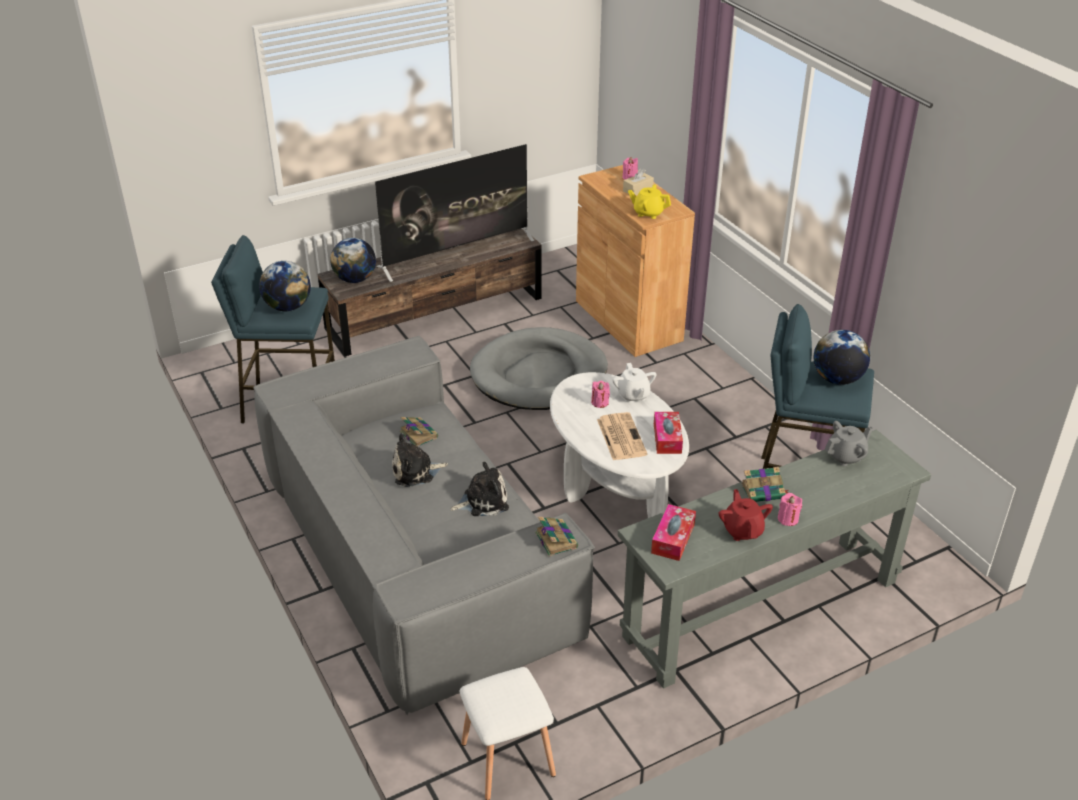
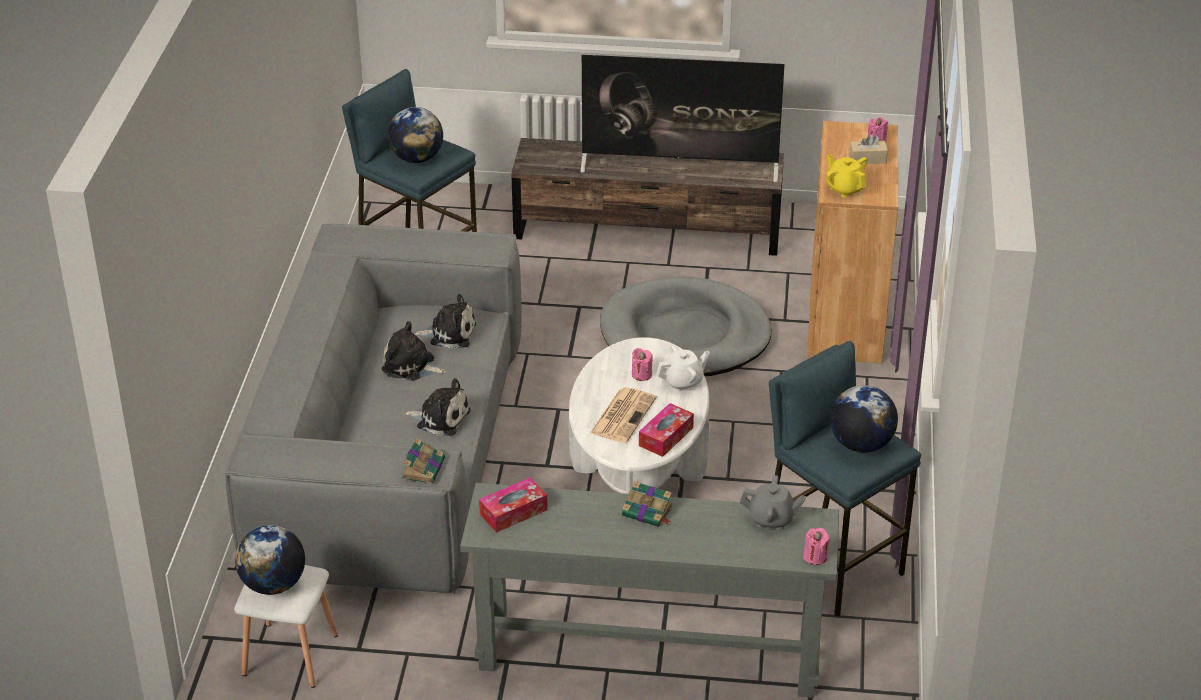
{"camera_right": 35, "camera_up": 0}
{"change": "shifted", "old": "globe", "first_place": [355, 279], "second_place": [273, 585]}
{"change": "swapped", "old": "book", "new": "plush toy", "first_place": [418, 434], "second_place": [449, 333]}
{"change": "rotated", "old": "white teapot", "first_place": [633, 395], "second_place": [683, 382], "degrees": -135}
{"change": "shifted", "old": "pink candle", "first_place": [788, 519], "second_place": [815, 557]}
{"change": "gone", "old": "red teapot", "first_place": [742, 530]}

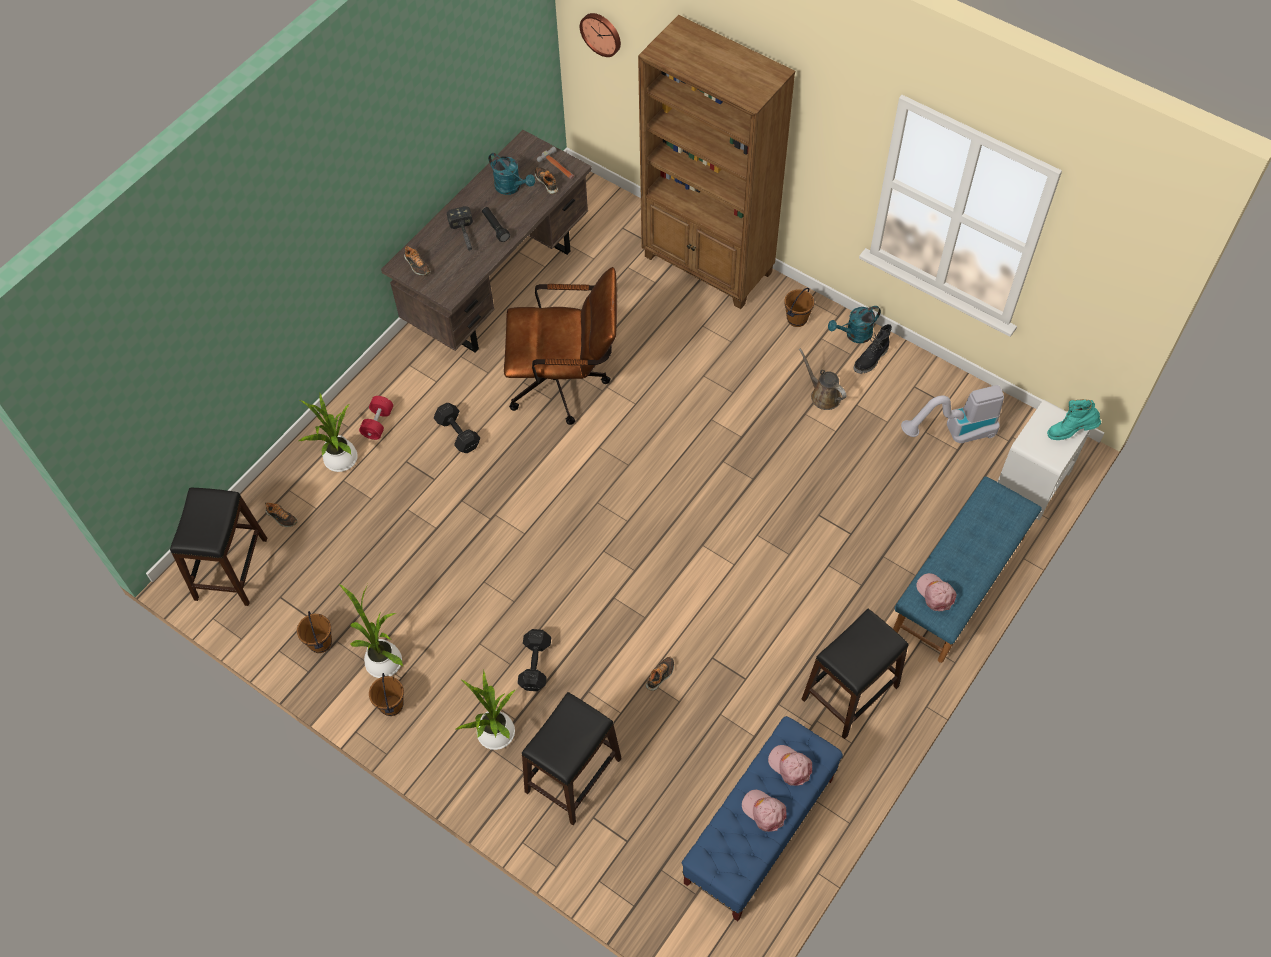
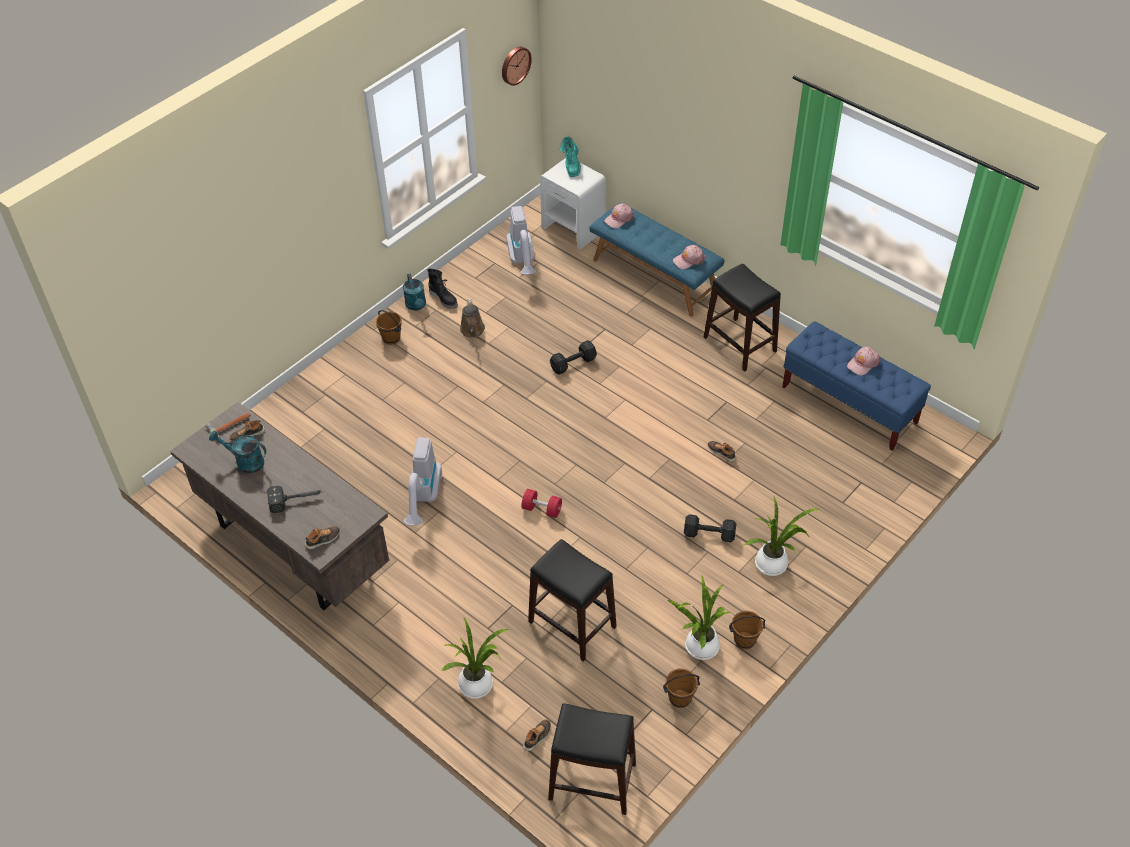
{"camera_right": -85, "camera_up": -10}
{"change": "rotated", "old": "turquoise watering can", "first_place": [511, 187], "second_place": [245, 462], "degrees": -120}
{"change": "swapped", "old": "brown office chair", "new": "vacuum cleaner", "first_place": [566, 383], "second_place": [423, 499]}
{"change": "rotated", "old": "brown watering can", "first_place": [823, 395], "second_place": [472, 330], "degrees": -60}
{"change": "shifted", "old": "wall clock", "first_place": [601, 33], "second_place": [514, 65]}
{"change": "shifted", "old": "red dumbbell", "first_place": [378, 423], "second_place": [542, 509]}
{"change": "shifted", "old": "black stool", "first_place": [572, 775], "second_place": [572, 625]}
{"change": "shifted", "old": "black dumbbell", "first_place": [458, 435], "second_place": [574, 363]}
{"change": "shifted", "old": "pink cap", "first_place": [790, 766], "second_place": [619, 219]}
{"change": "gone", "old": "black flashlight", "first_place": [495, 227]}
{"change": "gone", "old": "brown bookcase", "first_place": [708, 265]}

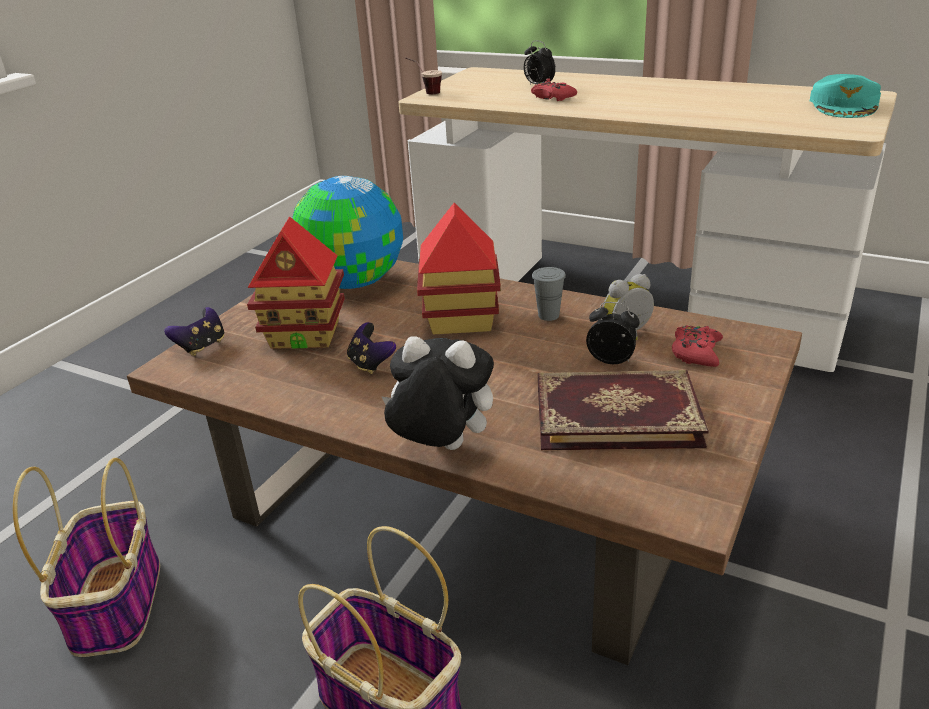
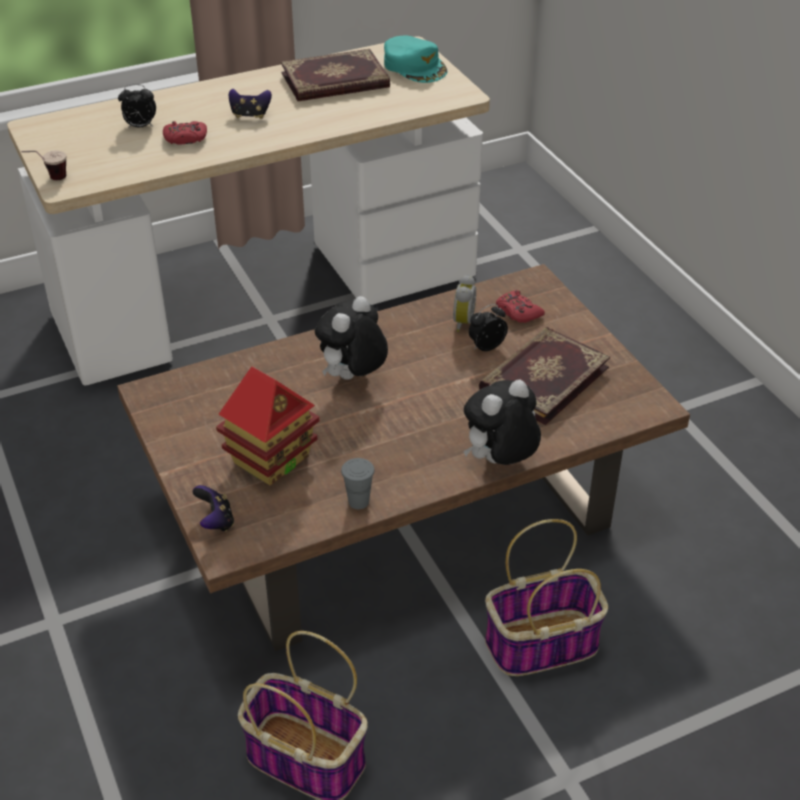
{"camera_right": -55, "camera_up": 10}
{"change": "shifted", "old": "game controller", "first_place": [370, 364], "second_place": [250, 115]}
{"change": "new", "new": "book", "second_place": [335, 81]}
{"change": "swapped", "old": "toy house", "new": "plush toy", "first_place": [461, 320], "second_place": [352, 378]}
{"change": "shifted", "old": "grey cup", "first_place": [548, 315], "second_place": [358, 502]}
{"change": "gone", "old": "globe", "first_place": [353, 282]}

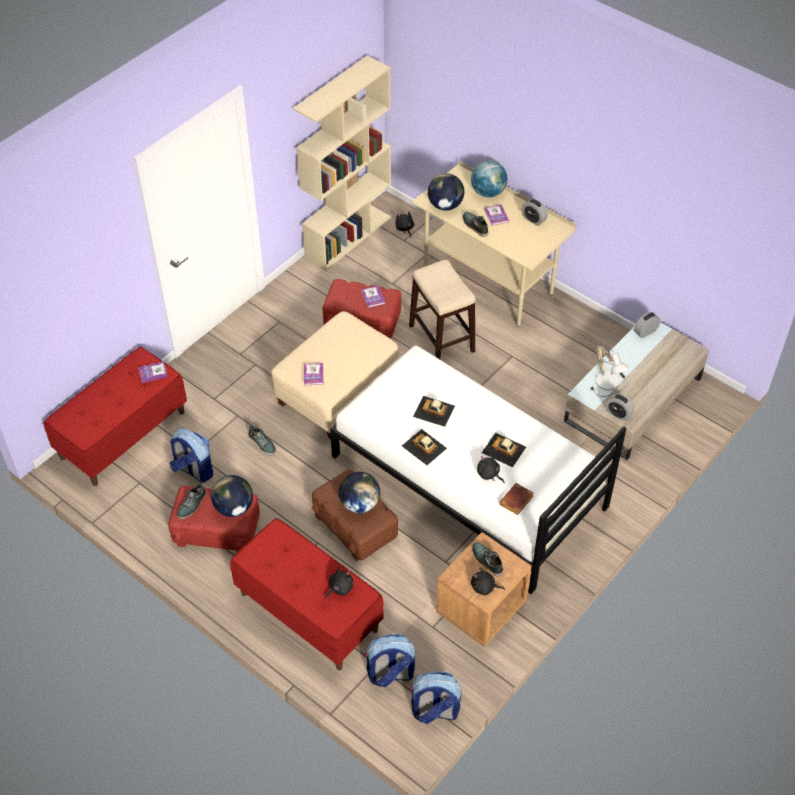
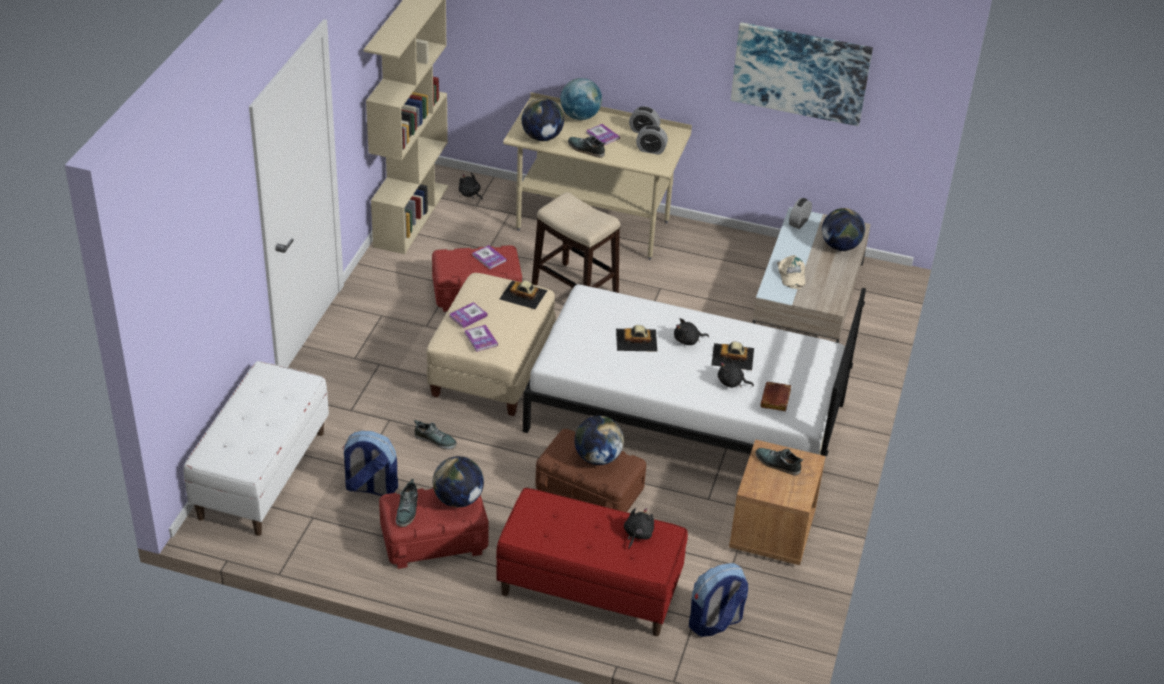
{"camera_right": -25, "camera_up": -10}
{"change": "repainted", "old": "red bench", "new": "white bench", "first_place": [123, 434], "second_place": [262, 474]}
{"change": "shifted", "old": "book", "first_place": [153, 373], "second_place": [468, 316]}
{"change": "shifted", "old": "toy car", "first_place": [424, 447], "second_place": [523, 295]}
{"change": "shifted", "old": "alarm clock", "first_place": [618, 413], "second_place": [651, 150]}
{"change": "shifted", "old": "black plush toy", "first_place": [484, 587], "second_place": [688, 340]}
{"change": "new", "new": "picture", "second_place": [800, 73]}
{"change": "swapped", "old": "table lamp", "new": "beige cap", "first_place": [609, 381], "second_place": [791, 275]}
{"change": "new", "new": "globe", "second_place": [840, 246]}
{"change": "gone", "old": "backpack", "first_place": [434, 711]}

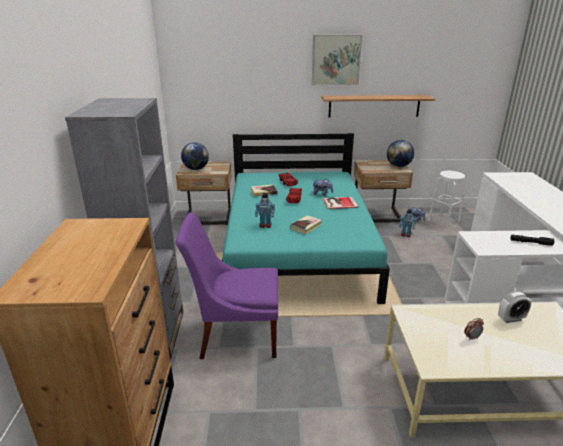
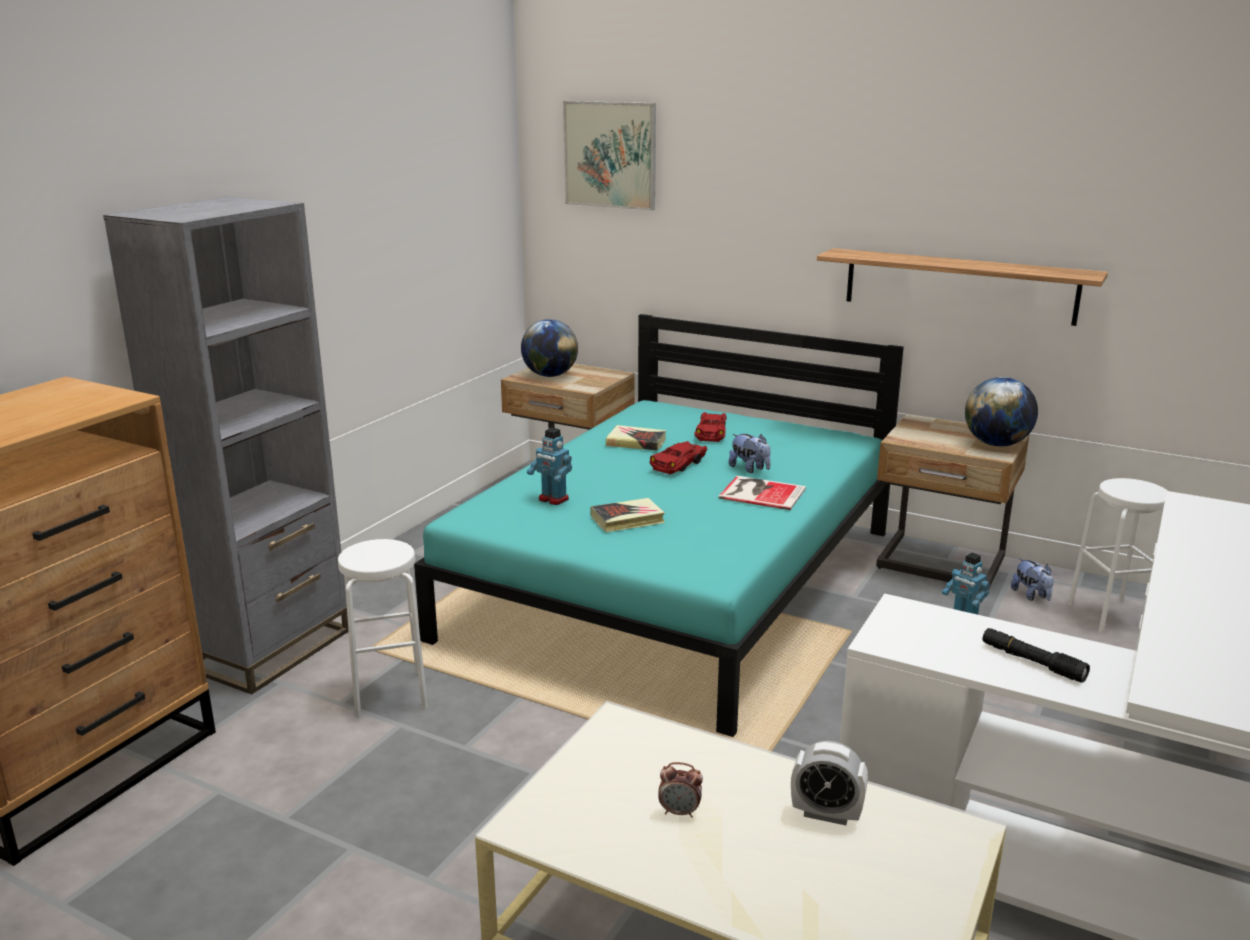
{"camera_right": 30, "camera_up": -5}
{"change": "swapped", "old": "purple chair", "new": "white stool", "first_place": [235, 335], "second_place": [389, 694]}
{"change": "shifted", "old": "picture", "first_place": [336, 60], "second_place": [610, 155]}

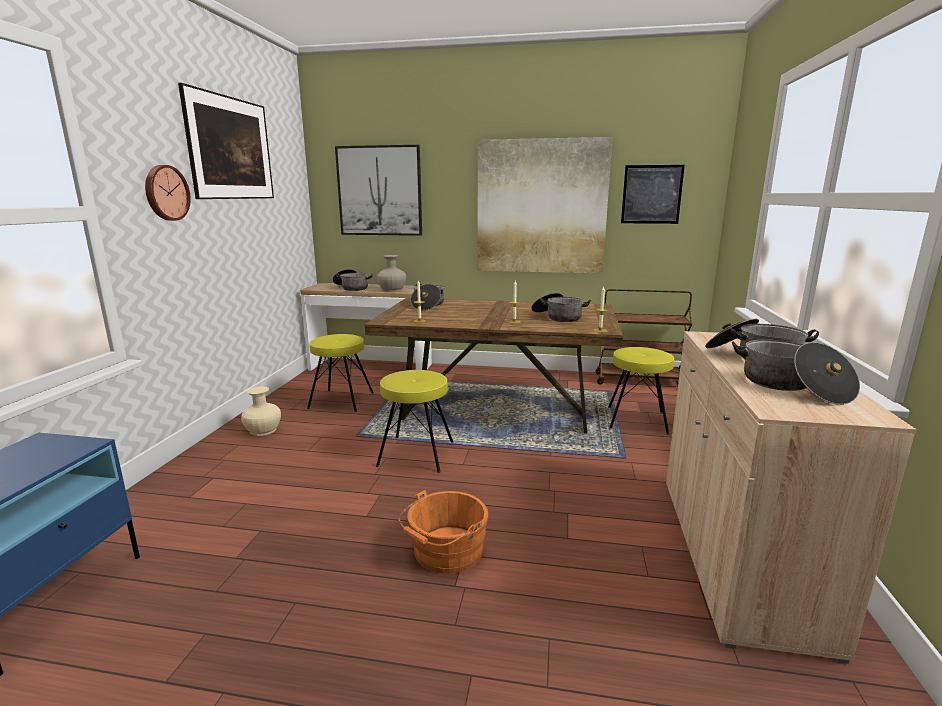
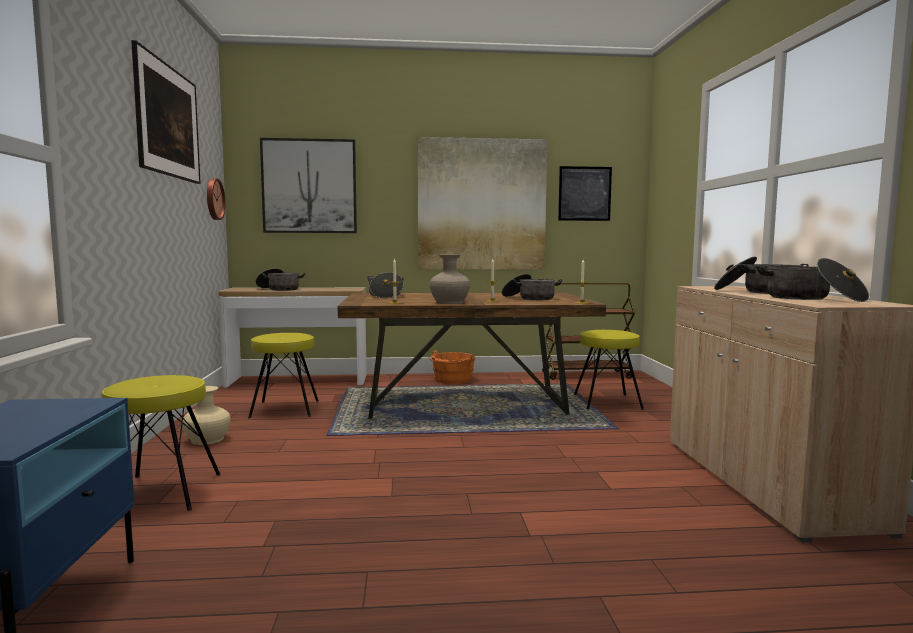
{"camera_right": -15, "camera_up": -10}
{"change": "shifted", "old": "yellow stool", "first_place": [416, 454], "second_place": [160, 492]}
{"change": "shifted", "old": "wall clock", "first_place": [165, 193], "second_place": [213, 199]}
{"change": "shifted", "old": "orange bucket", "first_place": [445, 552], "second_place": [452, 380]}
{"change": "shifted", "old": "beige vase", "first_place": [392, 290], "second_place": [449, 302]}

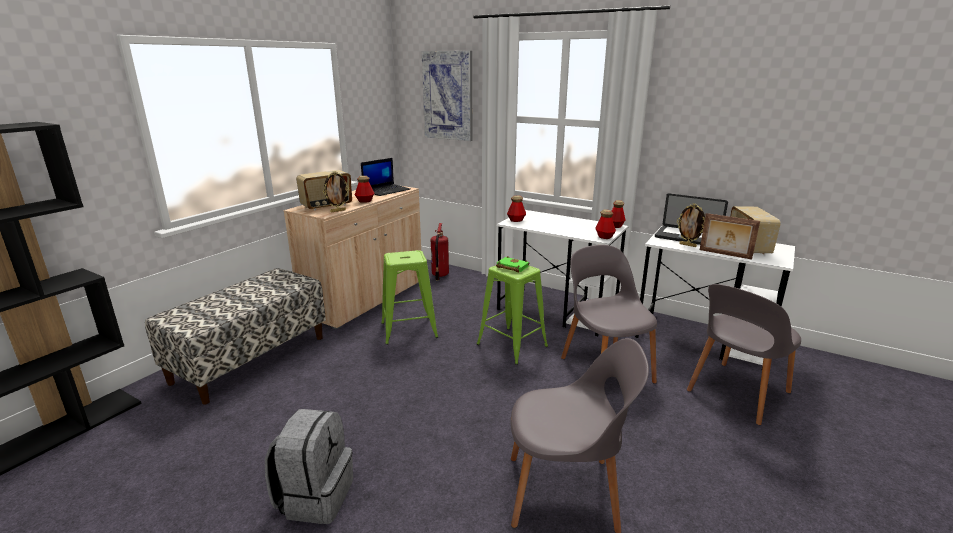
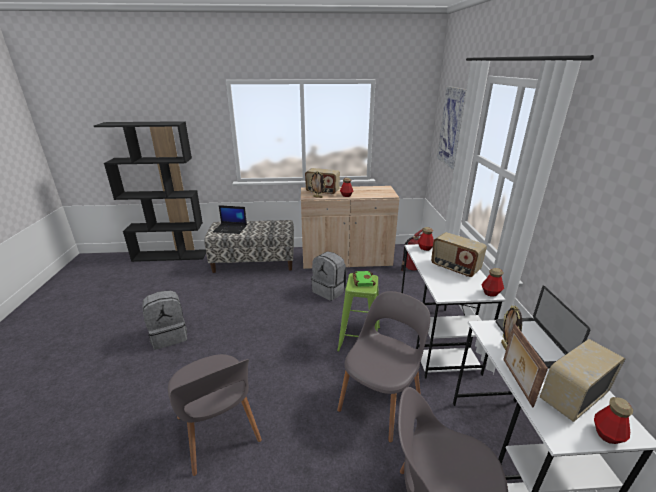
{"camera_right": 55, "camera_up": 5}
{"change": "shifted", "old": "laptop", "first_place": [386, 190], "second_place": [231, 229]}
{"change": "swapped", "old": "green stool", "new": "grey backpack", "first_place": [408, 330], "second_place": [329, 291]}
{"change": "new", "new": "radio", "second_place": [454, 268]}
{"change": "shifted", "old": "bottle", "first_place": [604, 237], "second_place": [607, 434]}

